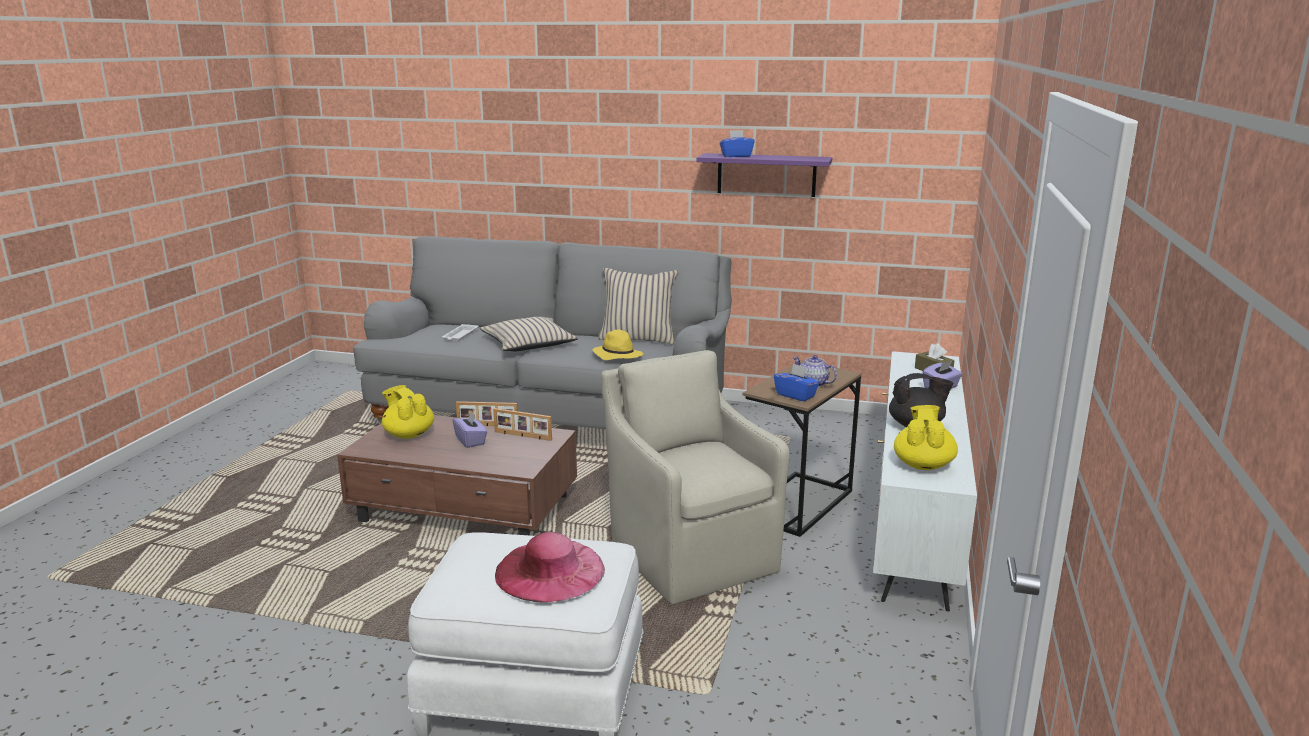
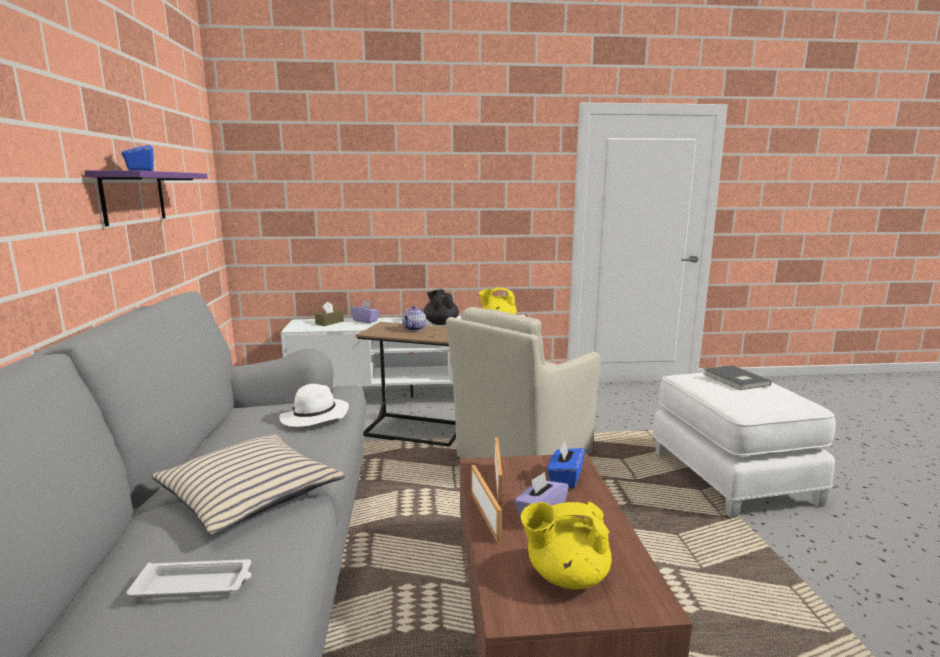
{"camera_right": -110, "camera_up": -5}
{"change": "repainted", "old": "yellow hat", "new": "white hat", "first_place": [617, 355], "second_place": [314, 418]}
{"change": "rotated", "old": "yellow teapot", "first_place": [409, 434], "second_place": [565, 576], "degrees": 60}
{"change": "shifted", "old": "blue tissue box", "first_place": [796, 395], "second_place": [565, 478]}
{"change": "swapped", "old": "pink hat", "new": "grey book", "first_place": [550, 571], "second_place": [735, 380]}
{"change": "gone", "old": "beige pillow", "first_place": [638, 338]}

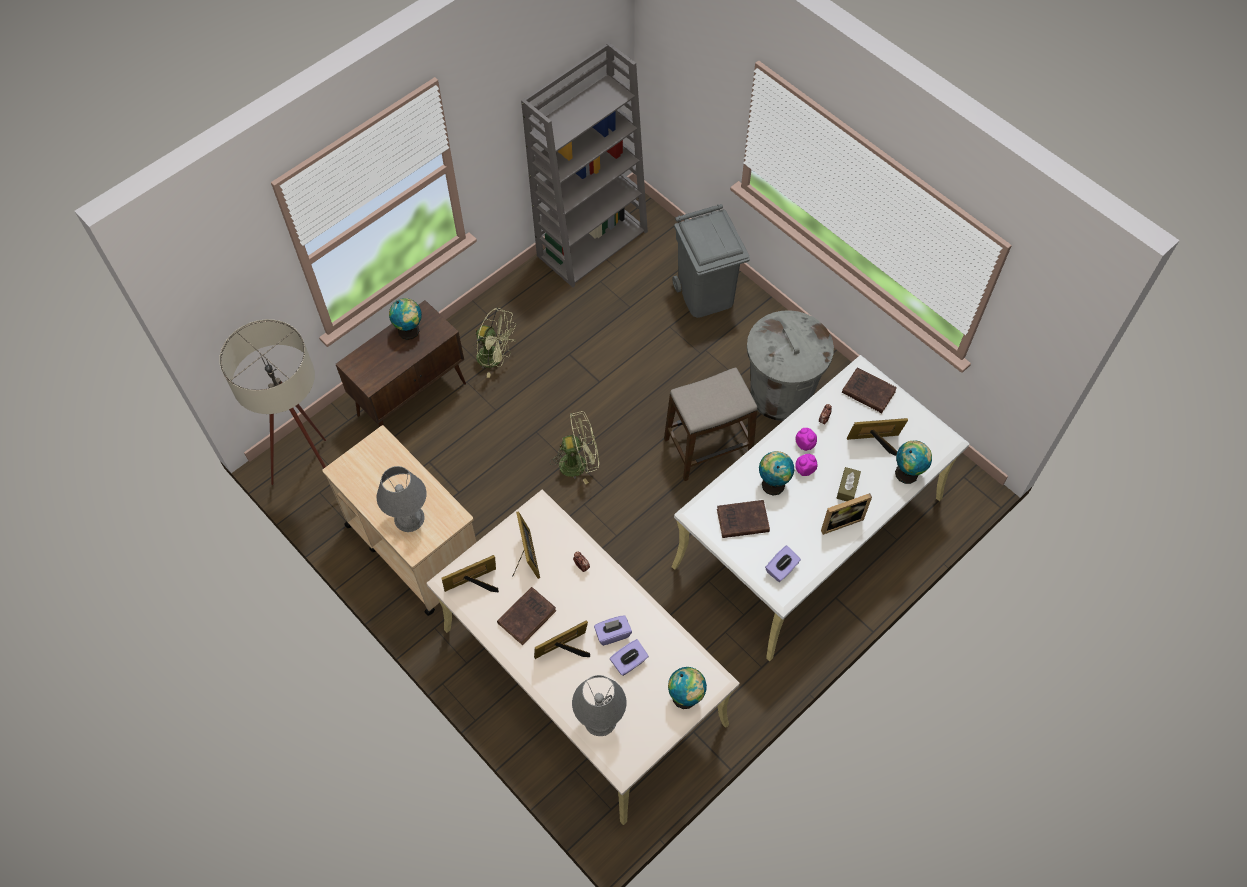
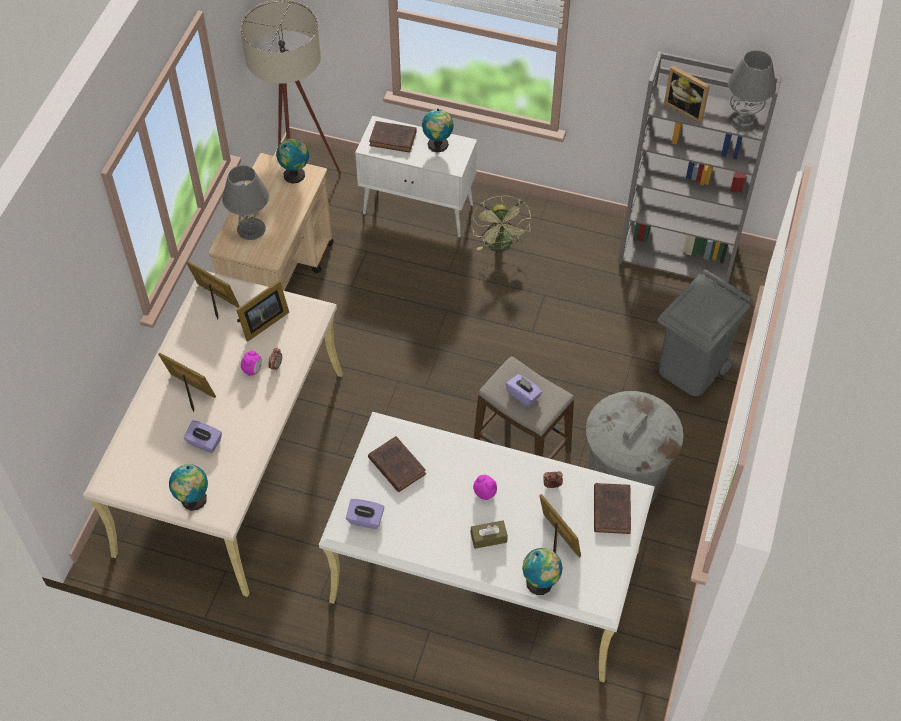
{"camera_right": 60, "camera_up": -5}
{"change": "shifted", "old": "alarm clock", "first_place": [805, 444], "second_place": [253, 370]}
{"change": "shifted", "old": "globe", "first_place": [773, 483], "second_place": [295, 174]}
{"change": "repainted", "old": "brown cabinet", "new": "white cabinet", "first_place": [413, 399], "second_place": [419, 209]}
{"change": "shifted", "old": "brown book", "first_place": [528, 616], "second_place": [394, 139]}
{"change": "shifted", "old": "purple tissue box", "first_place": [612, 634], "second_place": [523, 395]}
{"change": "shifted", "old": "picture frame", "first_place": [839, 520], "second_place": [686, 109]}
{"change": "shifted", "old": "grey table lamp", "first_place": [600, 719], "second_place": [743, 120]}
{"change": "gone", "old": "green fan", "first_place": [579, 463]}

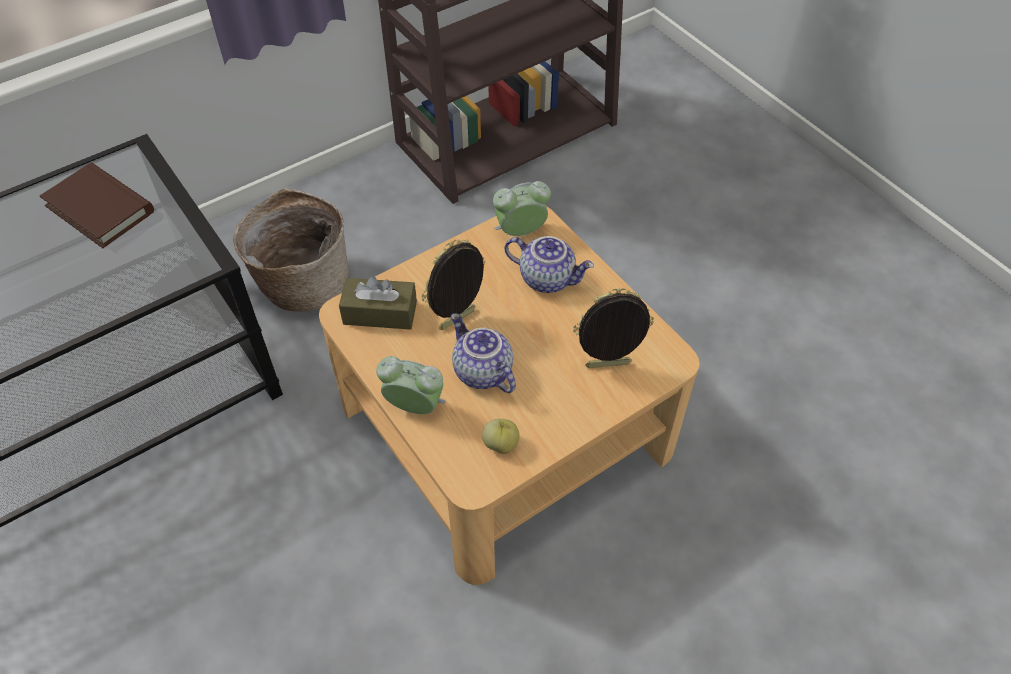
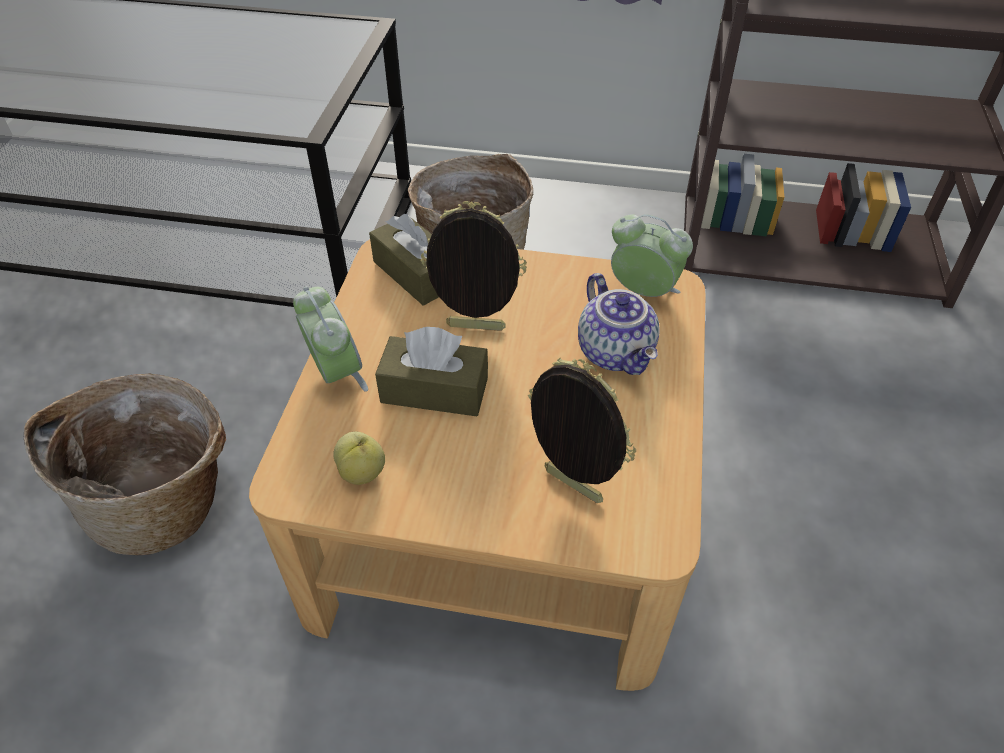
{"camera_right": 45, "camera_up": -5}
{"change": "new", "new": "basket", "second_place": [165, 503]}
{"change": "swapped", "old": "teapot", "new": "brown tissue box", "first_place": [481, 372], "second_place": [434, 390]}
{"change": "gone", "old": "brown book", "first_place": [100, 209]}

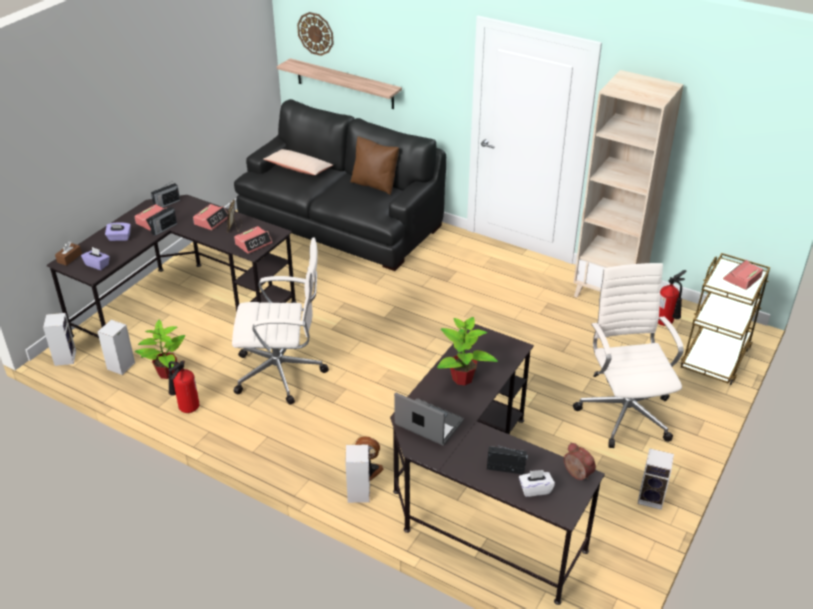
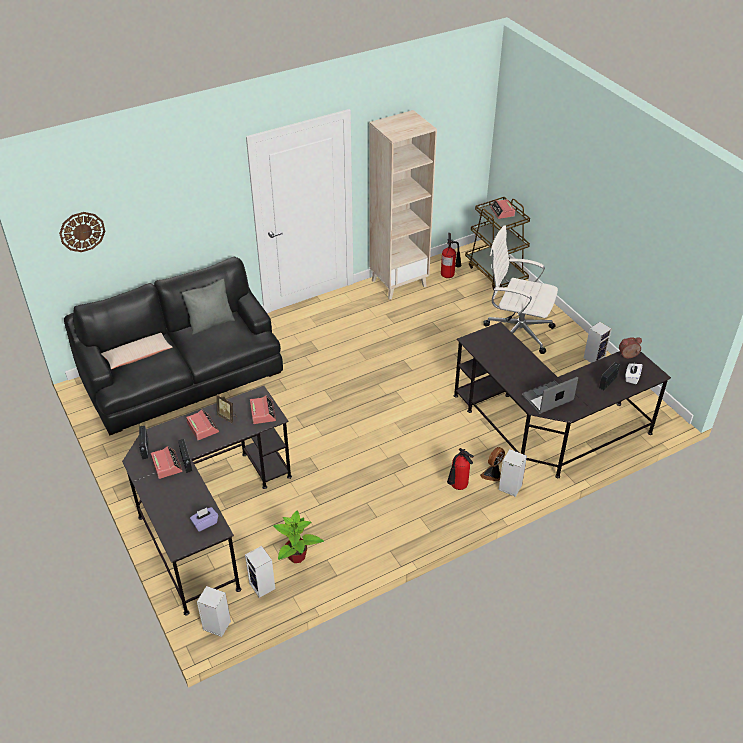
{"camera_right": -60, "camera_up": 5}
{"change": "repainted", "old": "brown pillow", "new": "grey pillow", "first_place": [375, 184], "second_place": [210, 323]}
{"change": "shifted", "old": "fire extinguisher", "first_place": [186, 408], "second_place": [457, 487]}
{"change": "gone", "old": "brown tissue box", "first_place": [69, 258]}
{"change": "gone", "old": "purple tissue box", "first_place": [119, 238]}
{"change": "gone", "old": "white office chair", "first_place": [282, 373]}
{"change": "gone", "old": "shelf", "first_place": [345, 84]}
{"change": "gone", "old": "potted plant", "first_place": [462, 379]}

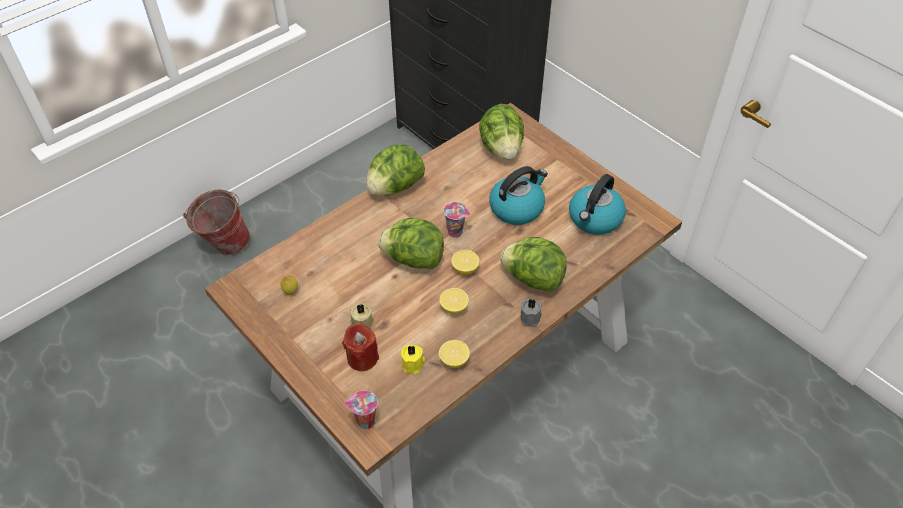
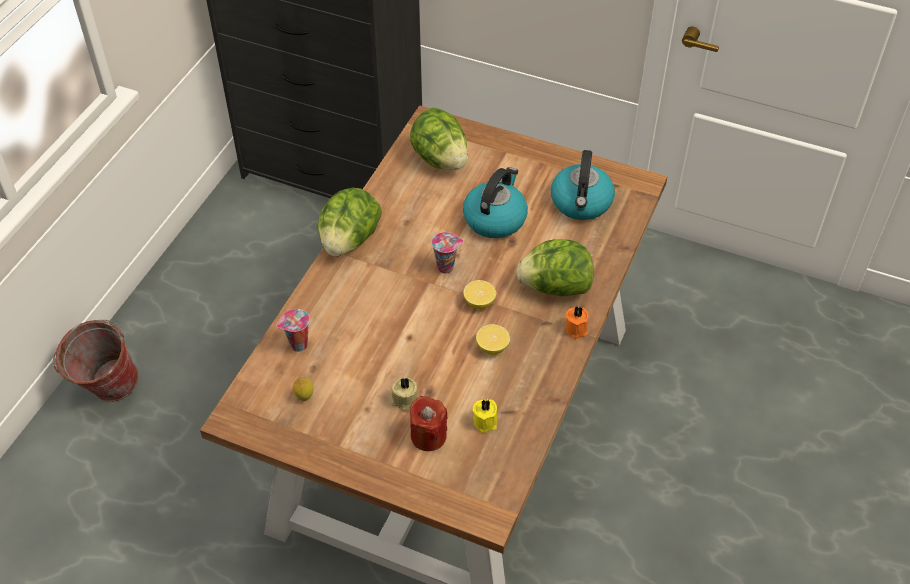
{"camera_right": -25, "camera_up": 0}
{"change": "shifted", "old": "cup", "first_place": [365, 422], "second_place": [298, 345]}
{"change": "repainted", "old": "grey candle", "new": "orange candle", "first_place": [531, 318], "second_place": [577, 328]}
{"change": "gone", "old": "lettuce", "first_place": [413, 259]}
{"change": "gone", "old": "lemon", "first_place": [454, 360]}

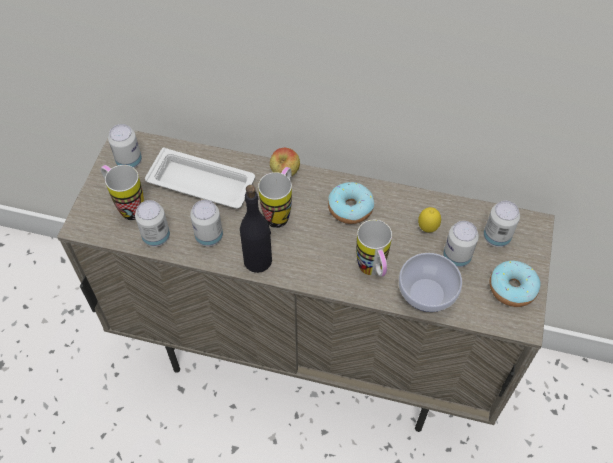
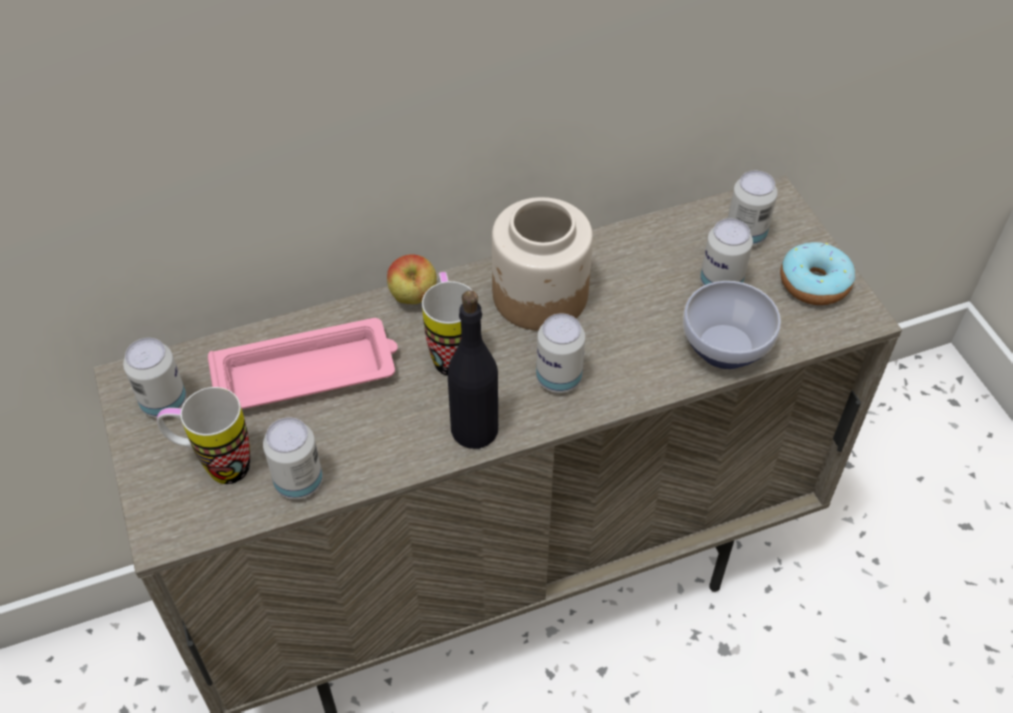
{"camera_right": -35, "camera_up": -5}
{"change": "repainted", "old": "white tray", "new": "pink tray", "first_place": [203, 184], "second_place": [307, 373]}
{"change": "swapped", "old": "donut", "new": "jar", "first_place": [350, 208], "second_place": [539, 296]}
{"change": "shifted", "old": "can", "first_place": [209, 236], "second_place": [558, 378]}
{"change": "gone", "old": "mug", "first_place": [373, 272]}
{"change": "gone", "old": "lemon", "first_place": [427, 229]}

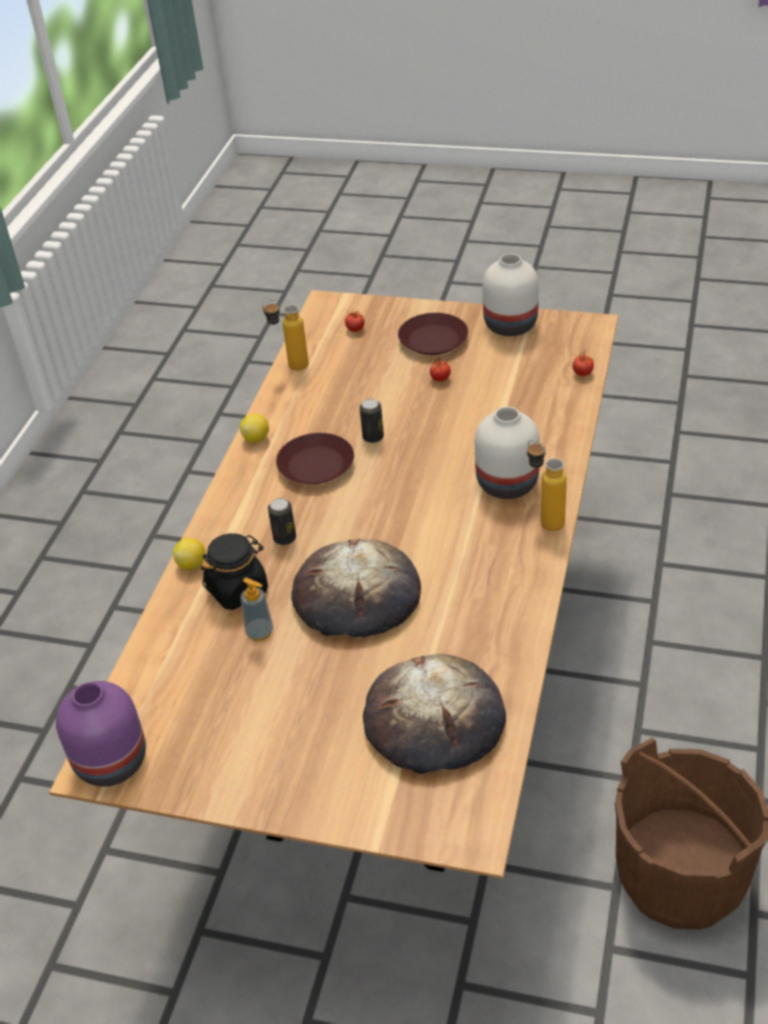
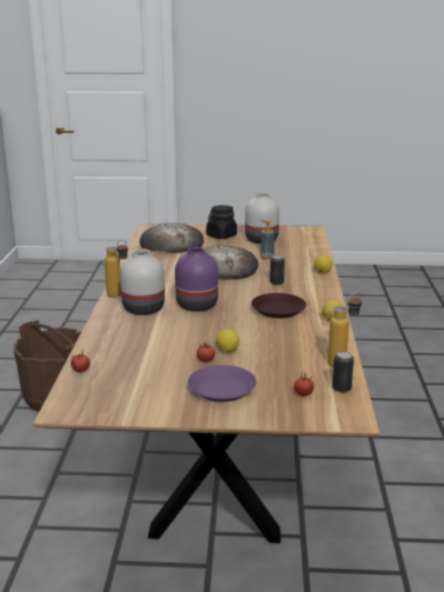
{"camera_right": 165, "camera_up": -20}
{"change": "shifted", "old": "purple vase", "first_place": [111, 760], "second_place": [197, 306]}
{"change": "repainted", "old": "brown plate", "new": "purple plate", "first_place": [434, 340], "second_place": [221, 389]}
{"change": "shifted", "old": "black jar", "first_place": [238, 590], "second_place": [221, 236]}
{"change": "new", "new": "lemon", "second_place": [227, 351]}
{"change": "shifted", "old": "white vase", "first_place": [511, 324], "second_place": [261, 240]}
{"change": "shifted", "old": "can", "first_place": [373, 437], "second_place": [341, 388]}

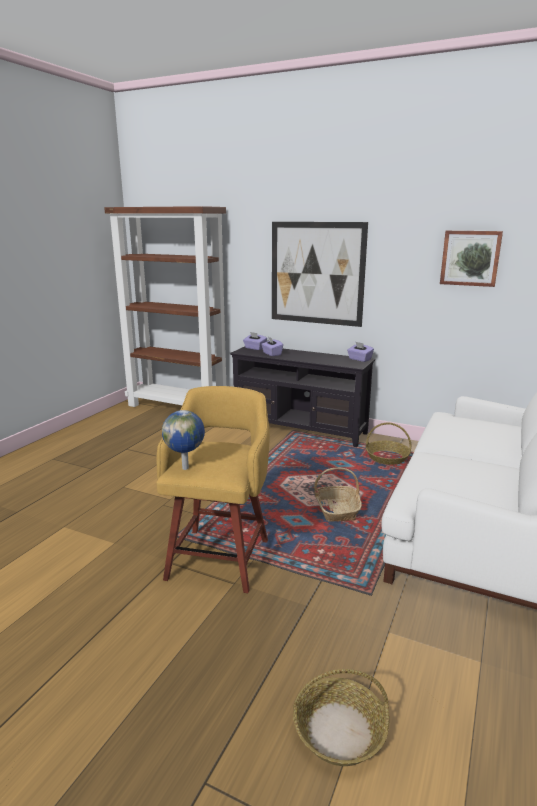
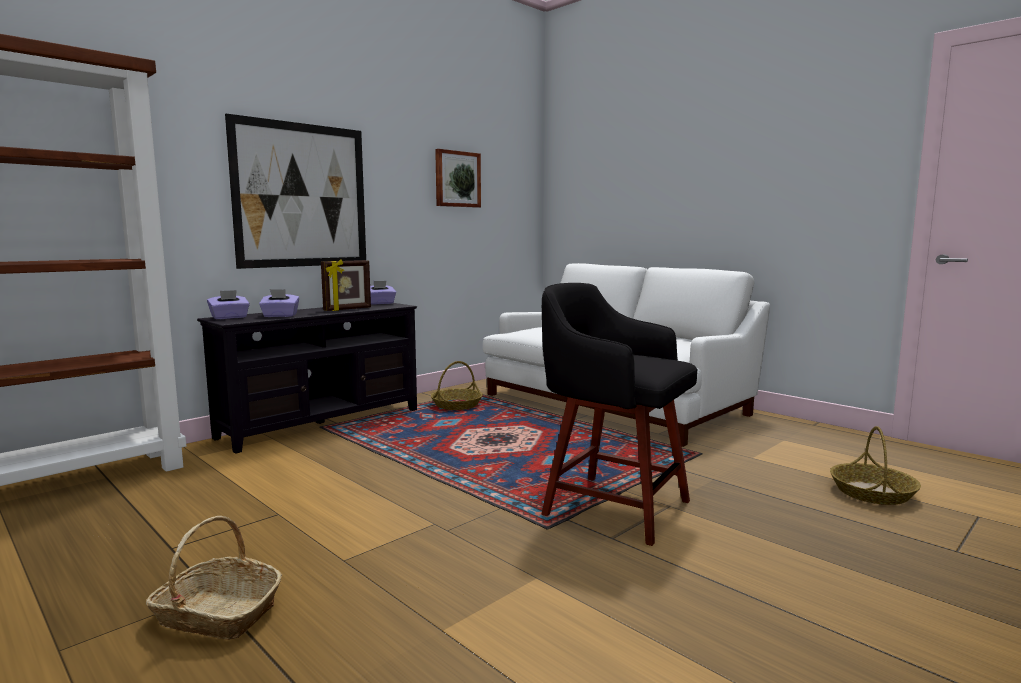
{"camera_right": -70, "camera_up": -10}
{"change": "shifted", "old": "basket", "first_place": [337, 510], "second_place": [217, 614]}
{"change": "new", "new": "picture frame", "second_place": [347, 309]}
{"change": "repainted", "old": "yellow stool", "new": "black stool", "first_place": [220, 557], "second_place": [612, 506]}
{"change": "gone", "old": "globe", "first_place": [186, 468]}

